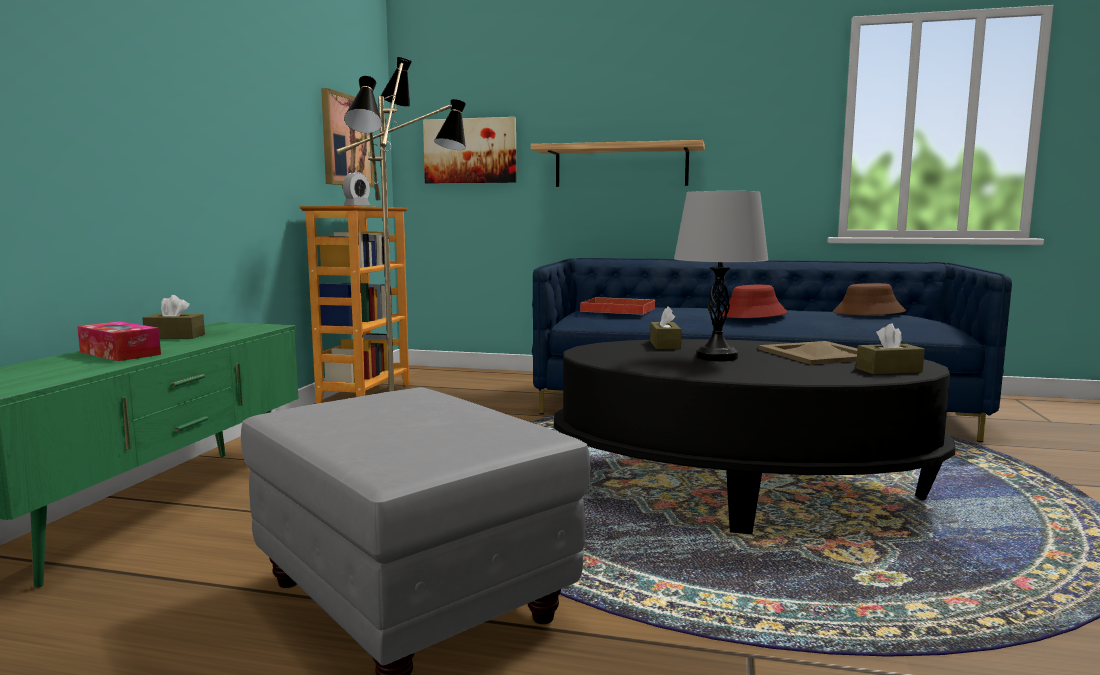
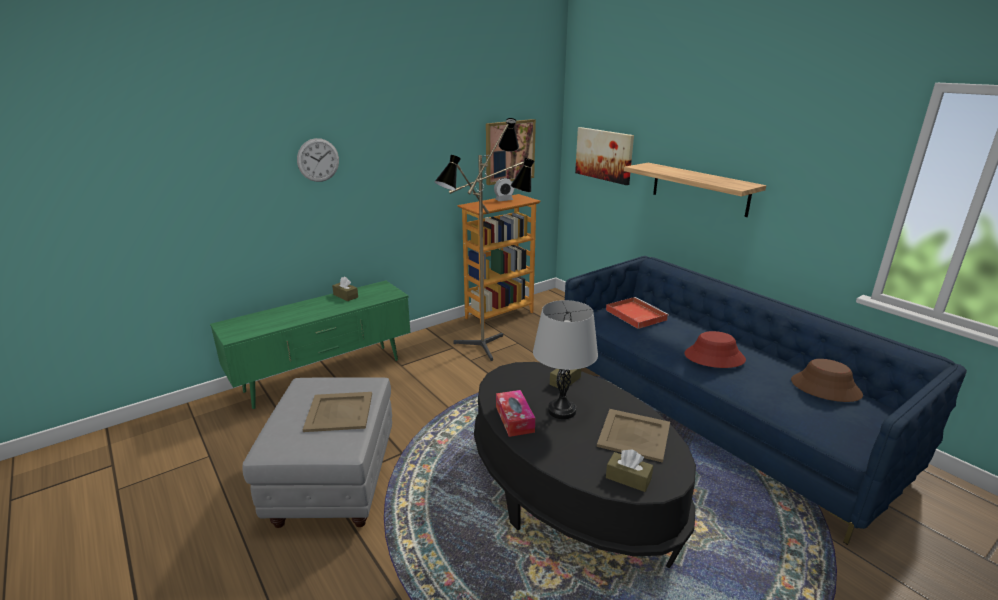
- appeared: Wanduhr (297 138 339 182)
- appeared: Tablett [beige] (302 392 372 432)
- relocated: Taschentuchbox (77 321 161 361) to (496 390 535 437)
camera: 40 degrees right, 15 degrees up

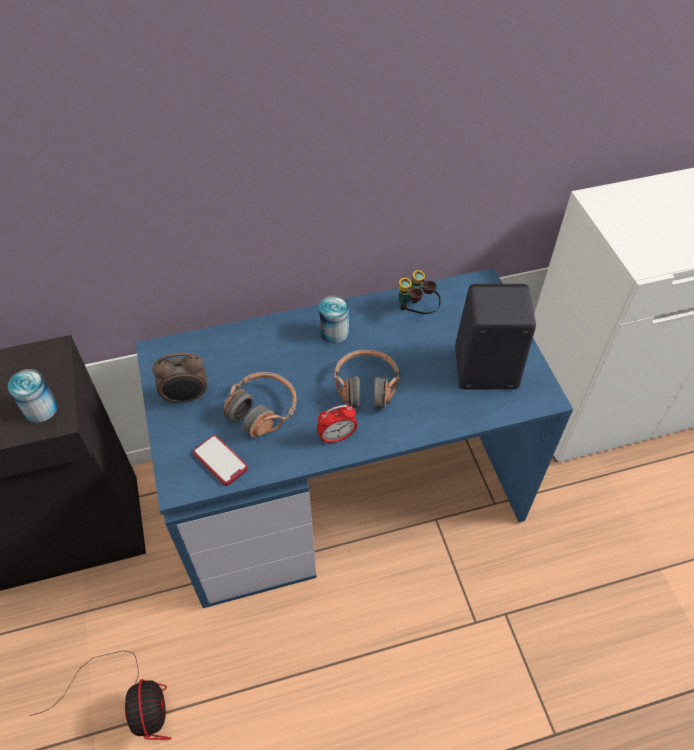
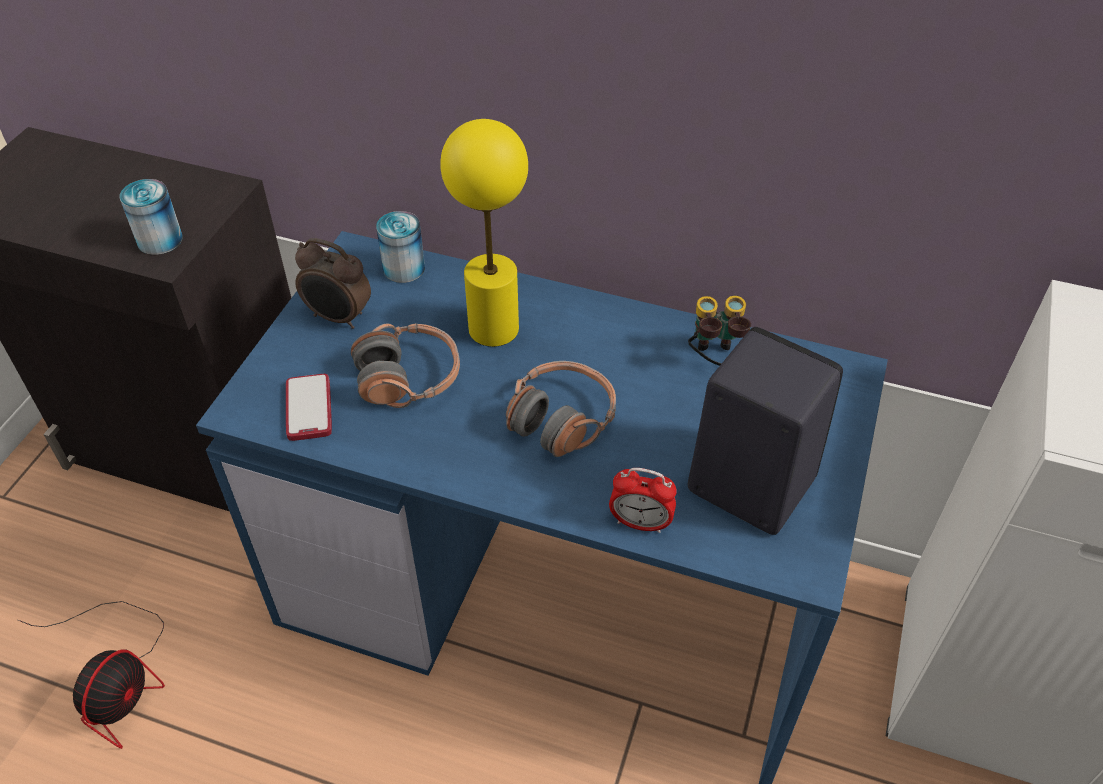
- relocated: Dose (319 296 349 343) to (376 211 425 283)
- appeared: Tischlampe [gelb] (440 119 528 347)
- relocated: Wecker (317 405 357 444) to (609 468 677 533)
camera: 35 degrees right, 5 degrees down

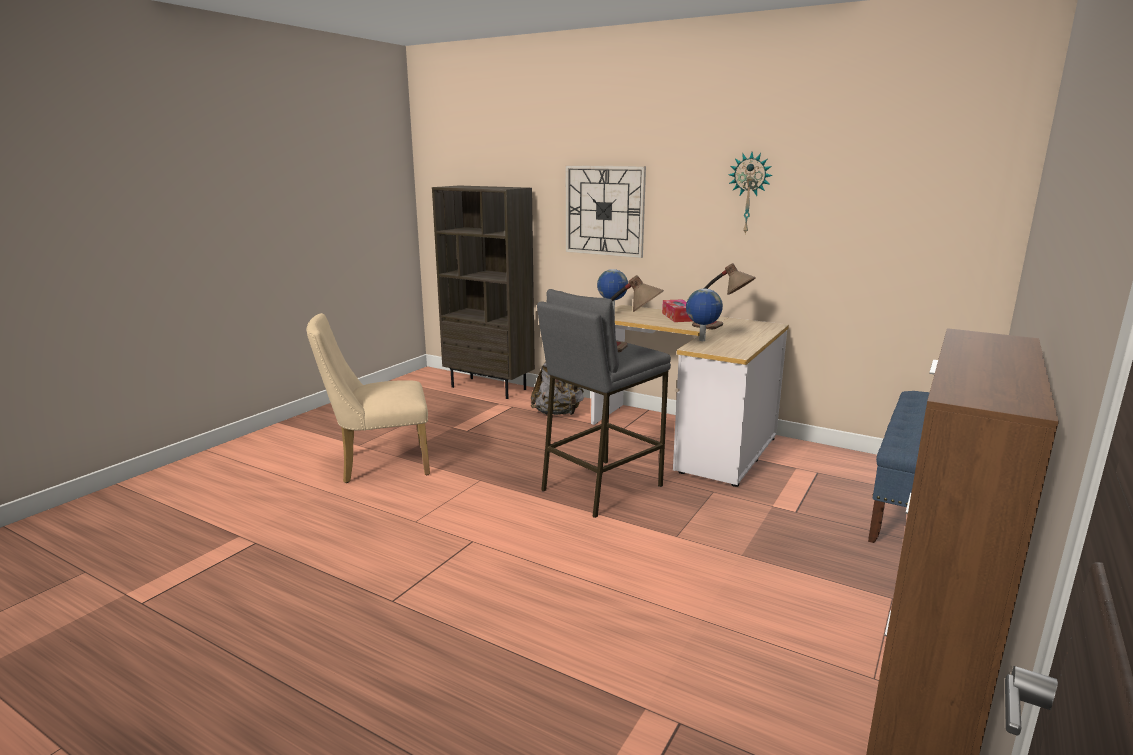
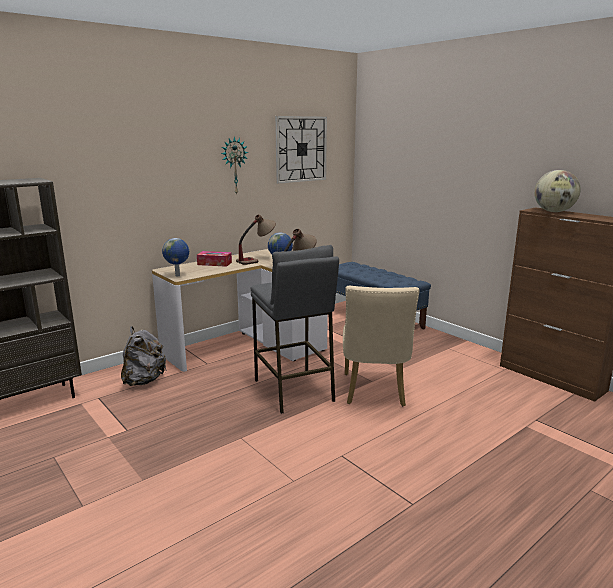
- relocated: Wanduhr (566 165 646 258) to (275 116 327 184)
- relocated: Stuhl [beige] (306 313 430 483) to (343 286 420 406)
- appeared: Globus (534 170 581 212)
camera: 70 degrees left, 0 degrees up

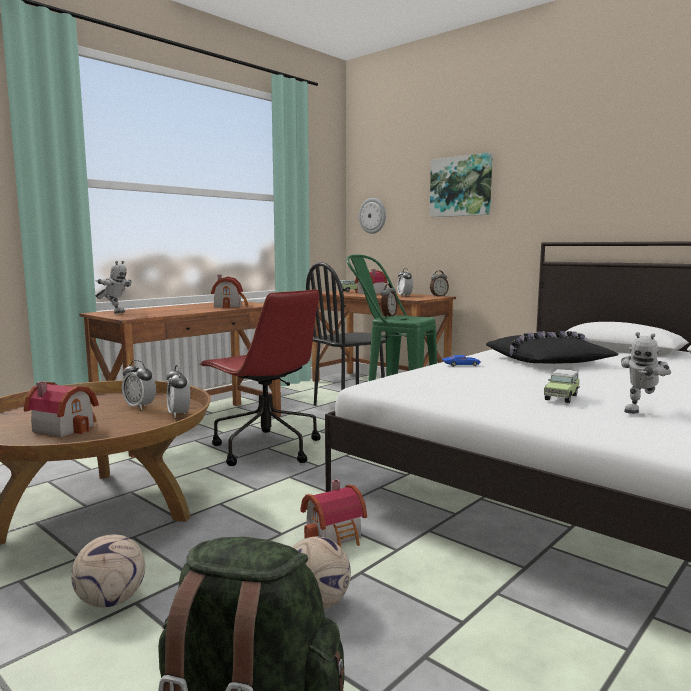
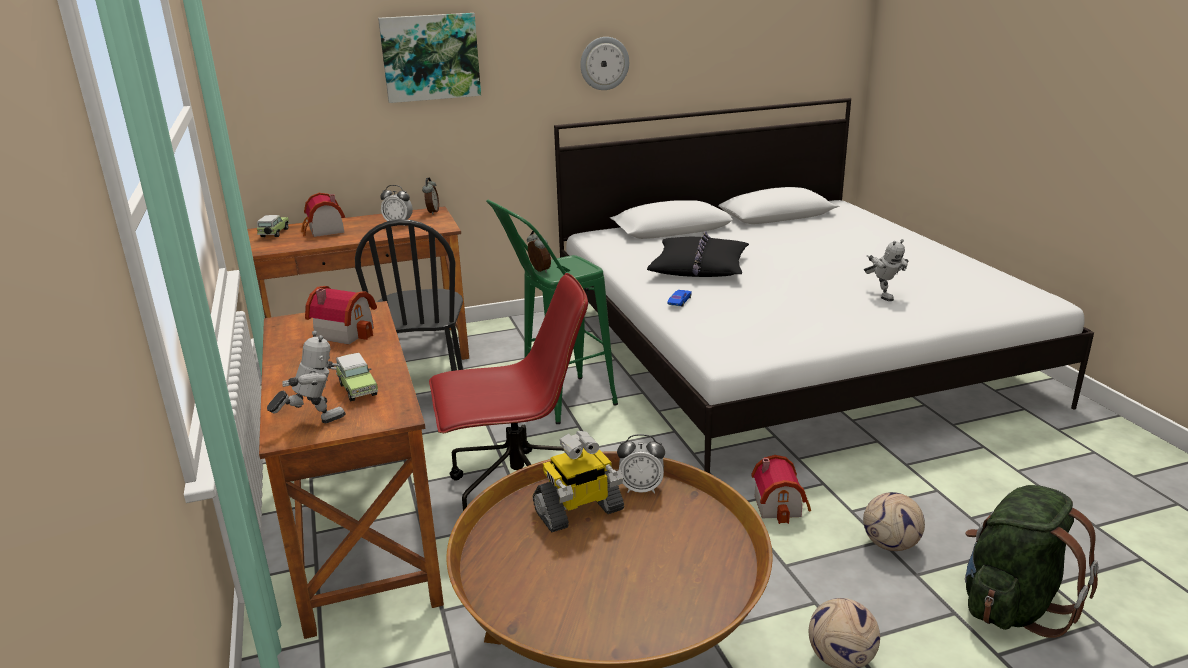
- relocated: Spielzeugauto (544 369 580 403) to (336 353 378 401)
- exchanged: Wecker (122 360 156 410) to Spielzeugroboter (533 431 624 532)
- relocated: Wanduhr (359 198 386 234) to (580 37 629 90)
- missing: Spielzeughaus (24 381 99 437)
camera: 60 degrees left, 15 degrees up

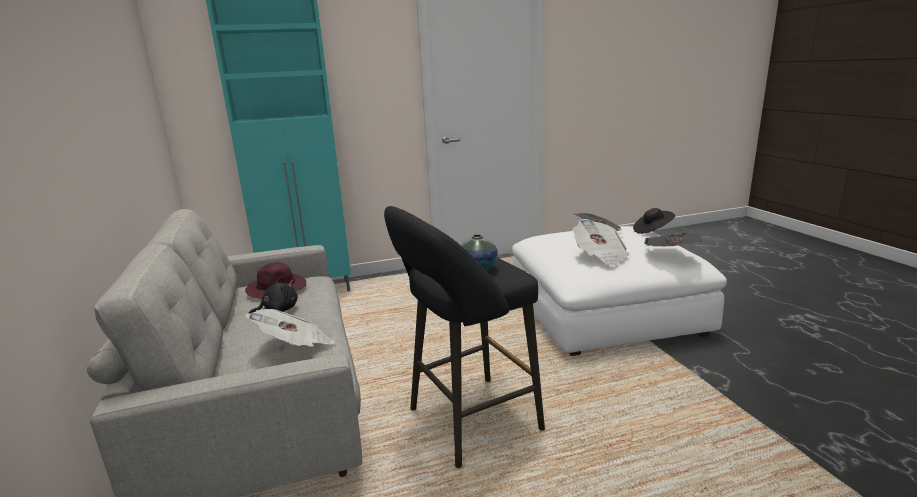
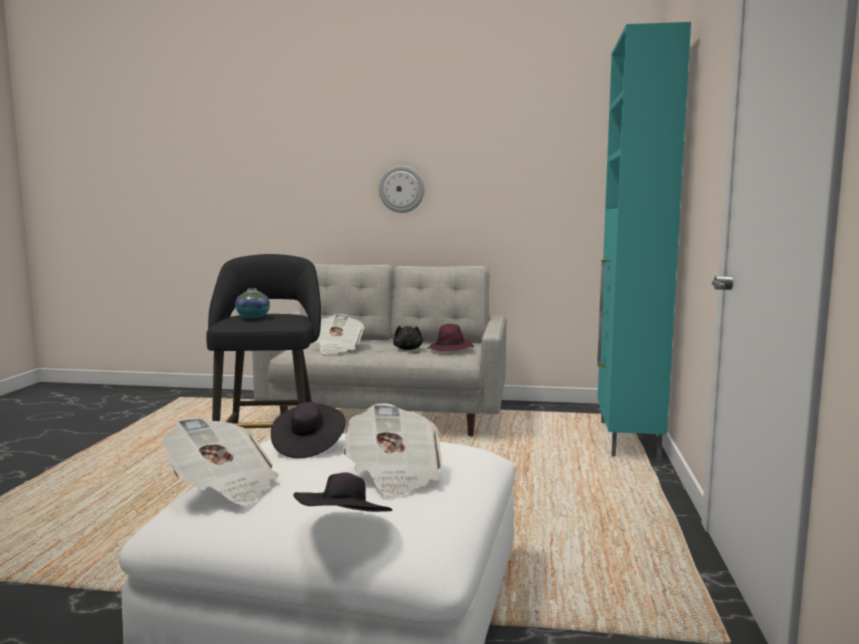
- exchanged: Zeitung (572 219 630 266) to Hut [schwarz] (271 402 346 458)
- appeared: Wanduhr (379 165 425 213)
camera: 115 degrees right, 10 degrees down

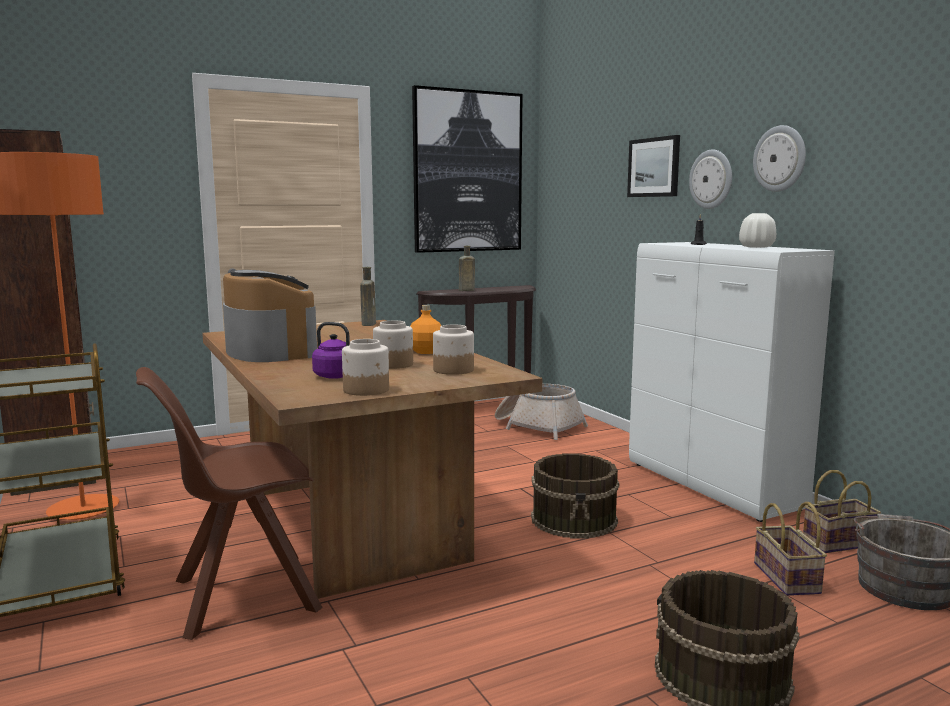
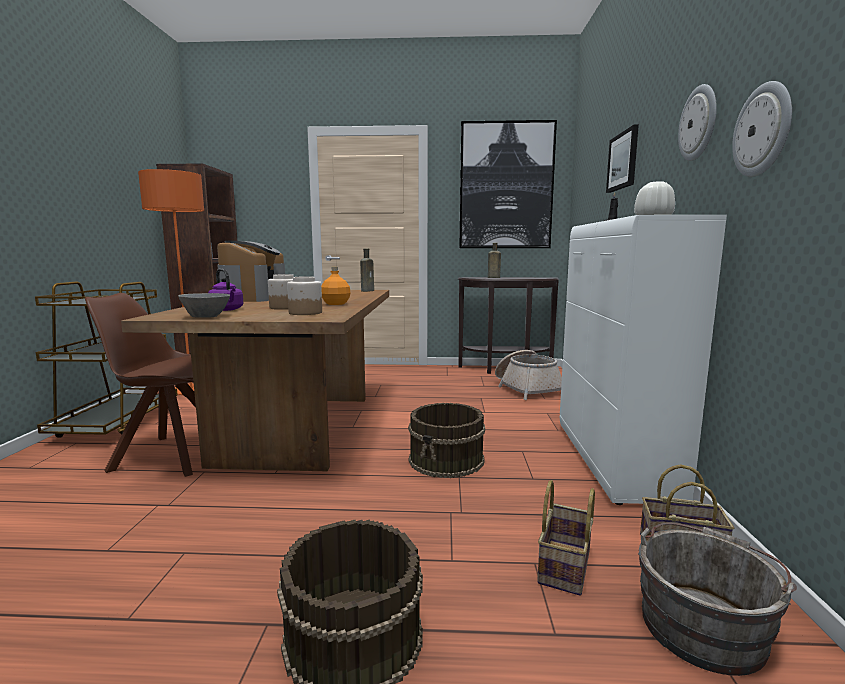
- exchanged: Vorratsglas (342 339 389 396) to Schüssel [grau] (178 293 230 318)
- relocated: Wanduhr (689 150 732 209) to (732 81 792 177)
camera: 30 degrees right, 0 degrees up

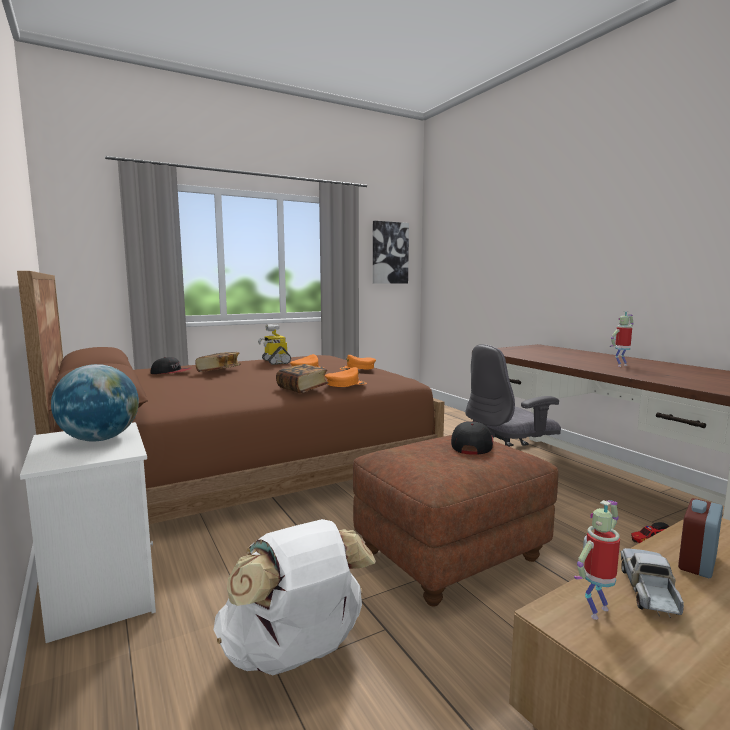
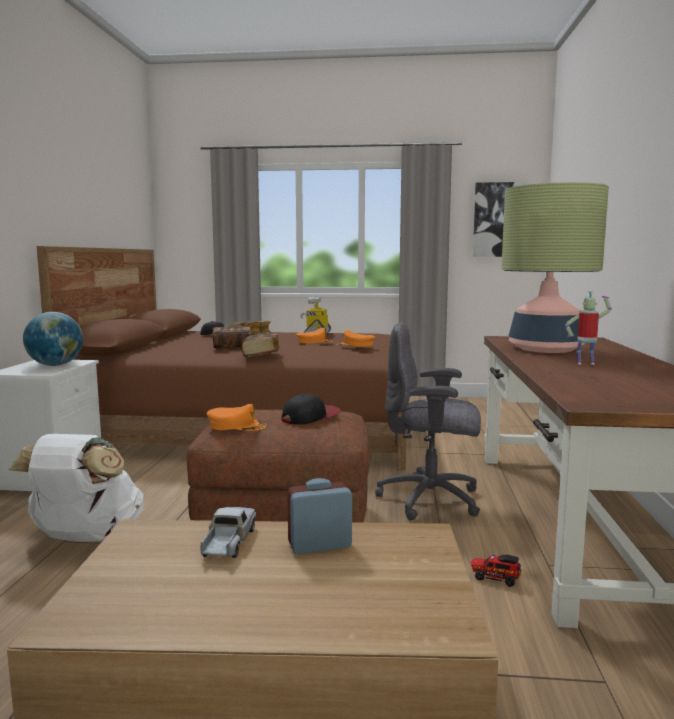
- spun: Spielzeuglaster (621 548 684 618) = (200 507 256 560) 45 degrees counterclockwise
- relocated: Kappe [orange] (325 367 367 387) to (207 404 266 431)
- appeared: Buch (212 326 251 349)
- appeared: Tischlampe (501 182 609 353)
- missing: Spielzeugroboter (574 500 620 620)
camera: 35 degrees right, 0 degrees up

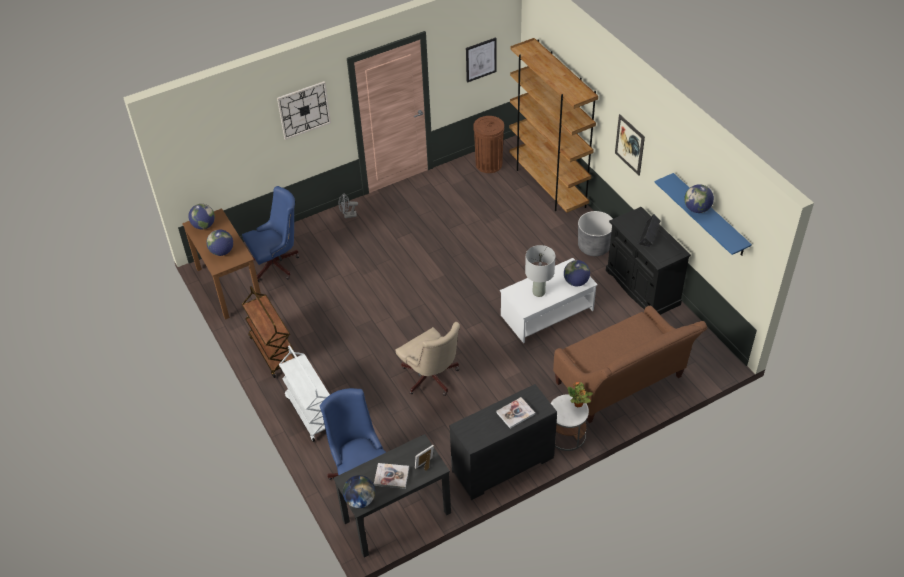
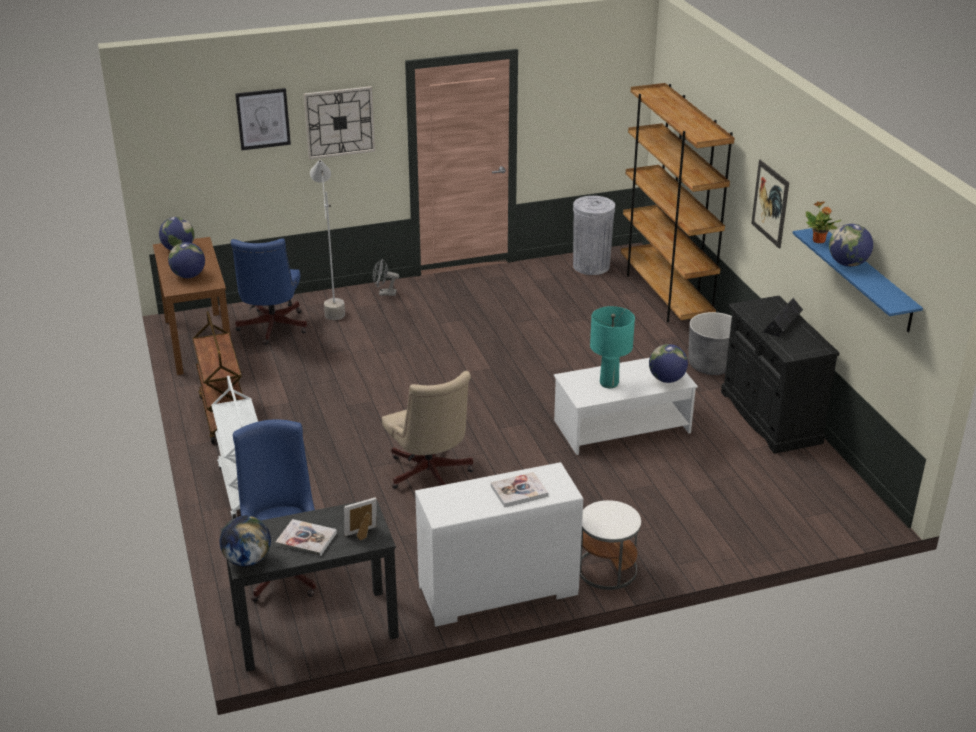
- spun: Bürostuhl [blau] (242 186 300 282) = (231 238 307 345) 105 degrees clockwise
- relocated: Bild (466 37 497 83) to (235 88 291 150)
- appeared: Stehlampe [grau] (310 159 345 320)
- colour: Kommode [schwarz] (449 384 557 500) to Kommode [weiß] (415 462 583 627)
- colour: Mülleimer [braun] (473 116 504 173) to Mülleimer [grau] (573 196 615 275)
- colour: Tischlampe [grau] (525 245 555 297) to Tischlampe [türkis] (590 306 635 388)
- relocated: Topfpflanze (568 382 593 407) to (806 202 841 243)
- missing: Sofa [braun] (553 306 707 423)
camera: 10 degrees right, 15 degrees down

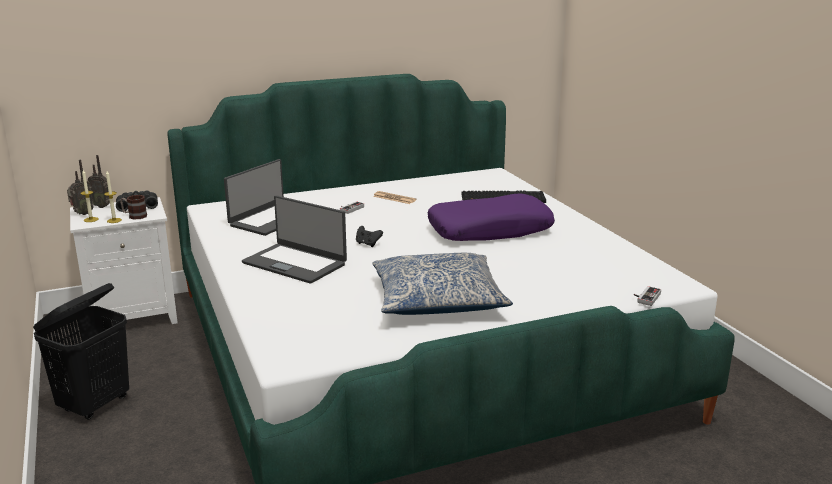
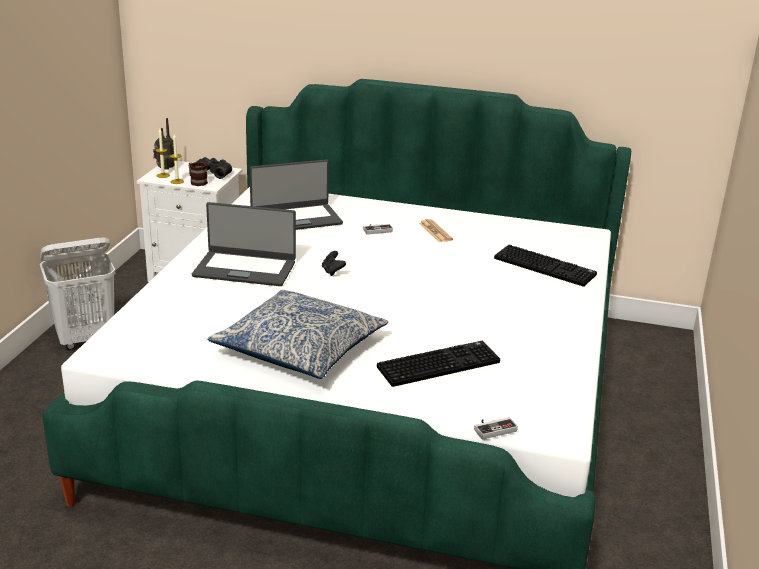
- colour: Wäschekorb [schwarz] (33 283 129 420) to Wäschekorb [weiß] (40 238 115 350)
- spun: Laptop (242 195 347 284) = (192 202 296 286) 60 degrees counterclockwise
- appeared: Tastatur (377 341 500 387)
- missing: Radio (88 155 110 208)
- missing: Kissen [lila] (428 193 555 241)
camera: 35 degrees right, 5 degrees up

